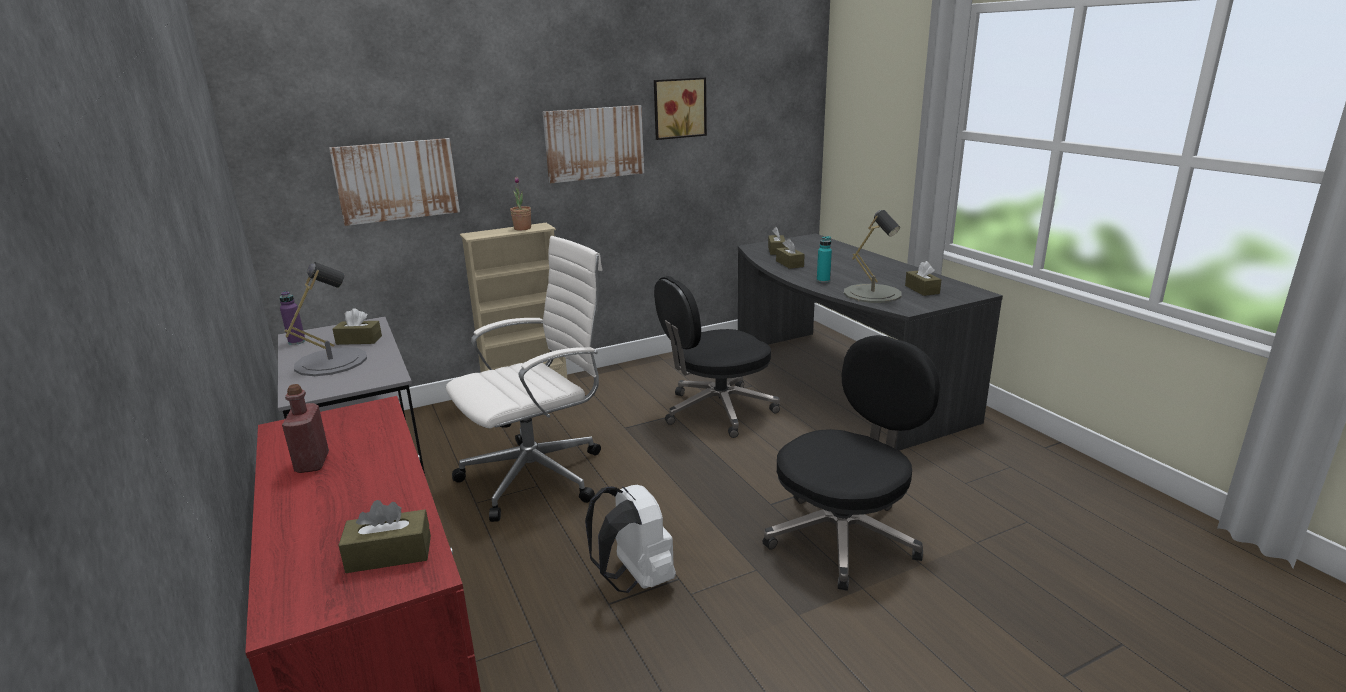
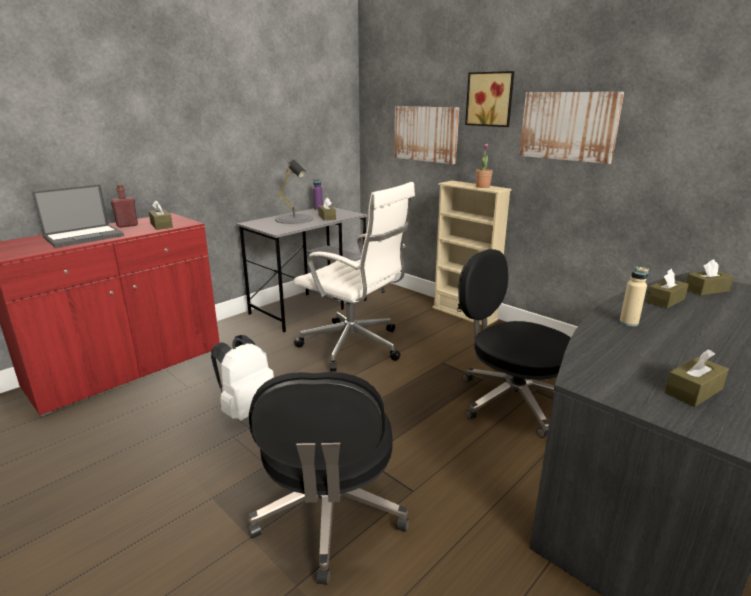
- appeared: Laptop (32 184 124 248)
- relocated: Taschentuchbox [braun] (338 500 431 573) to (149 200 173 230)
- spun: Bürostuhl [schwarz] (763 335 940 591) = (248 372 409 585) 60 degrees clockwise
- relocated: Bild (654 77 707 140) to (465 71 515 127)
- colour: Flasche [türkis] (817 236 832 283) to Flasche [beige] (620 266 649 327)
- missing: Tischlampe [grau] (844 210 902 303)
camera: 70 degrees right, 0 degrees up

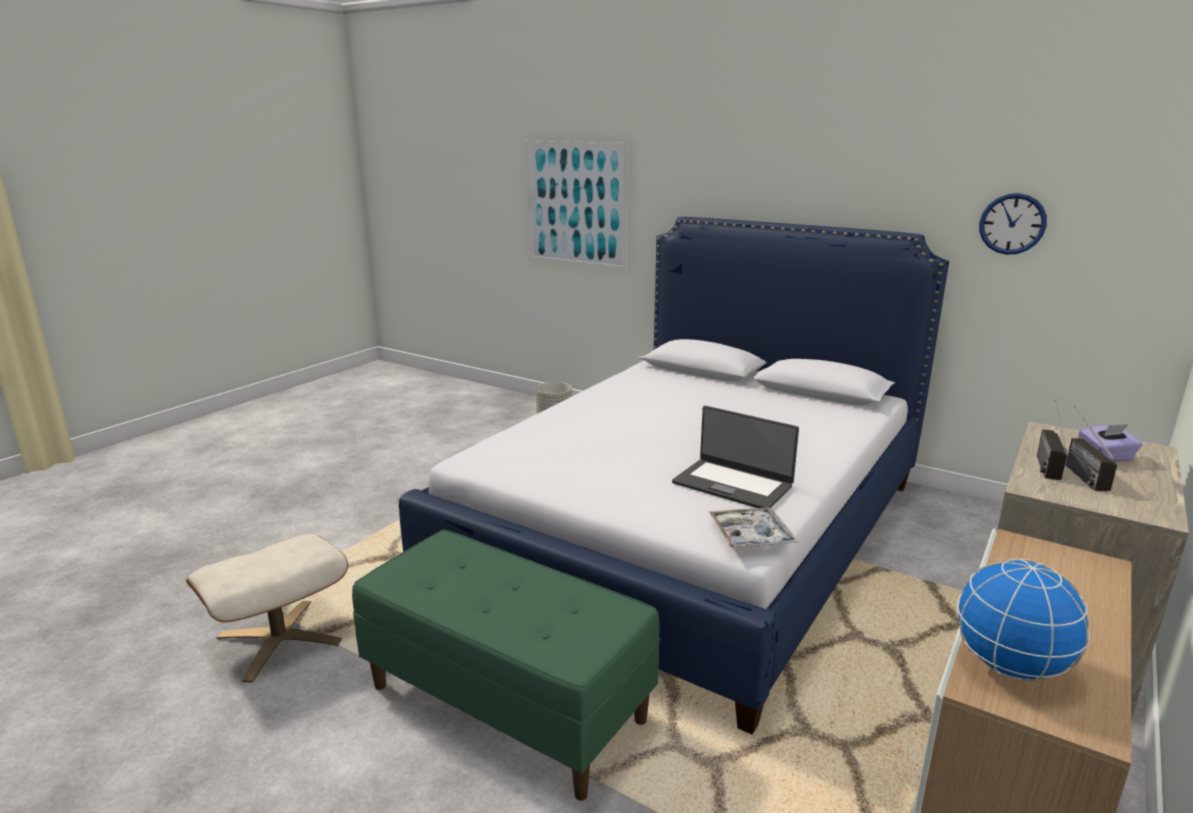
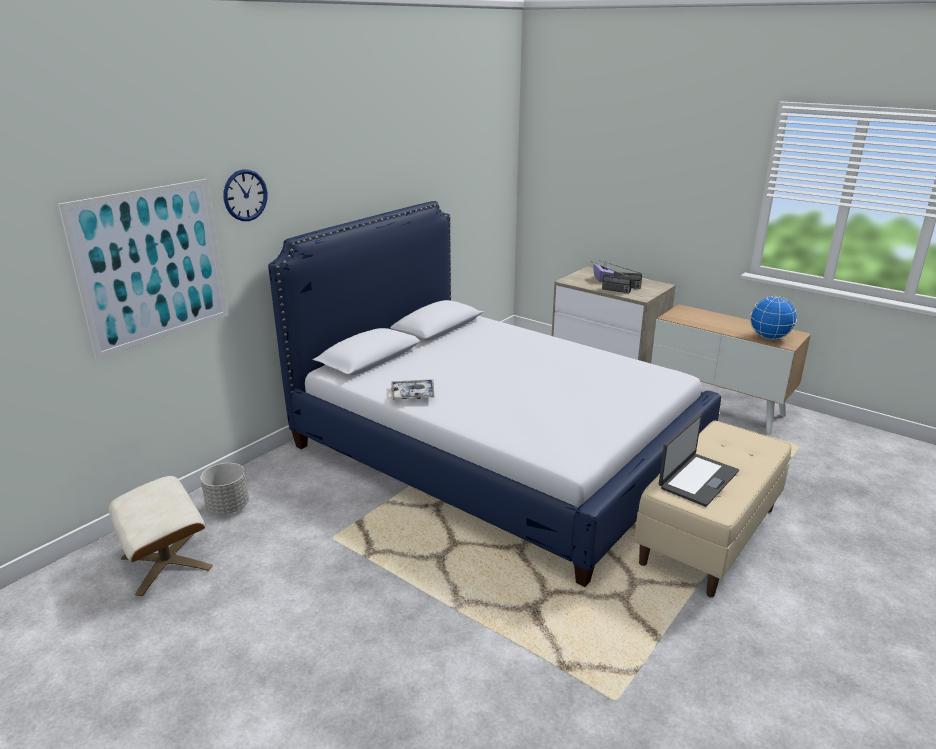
- relocated: Polsterhocker [beige] (186 534 348 683) to (109 476 212 596)
- relocated: Wanduhr (979 193 1047 255) to (224 169 267 221)
- relocated: Tablett (708 508 799 548) to (390 379 434 399)
- colour: Bank [grün] (352 530 660 801) to Bank [beige] (634 420 791 597)
- relocated: Laptop (672 406 799 508) to (659 414 739 507)
camera: 85 degrees left, 5 degrees up

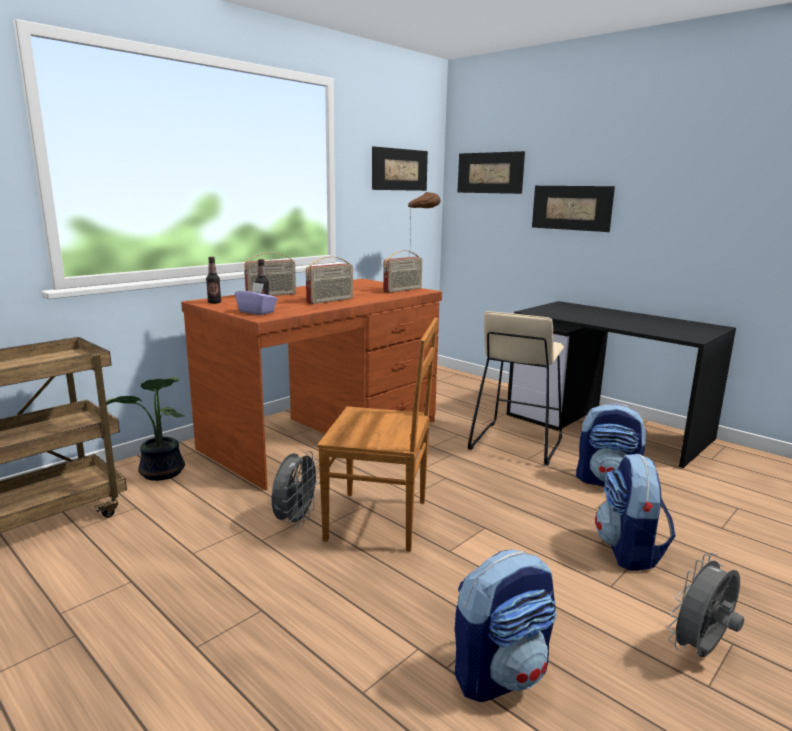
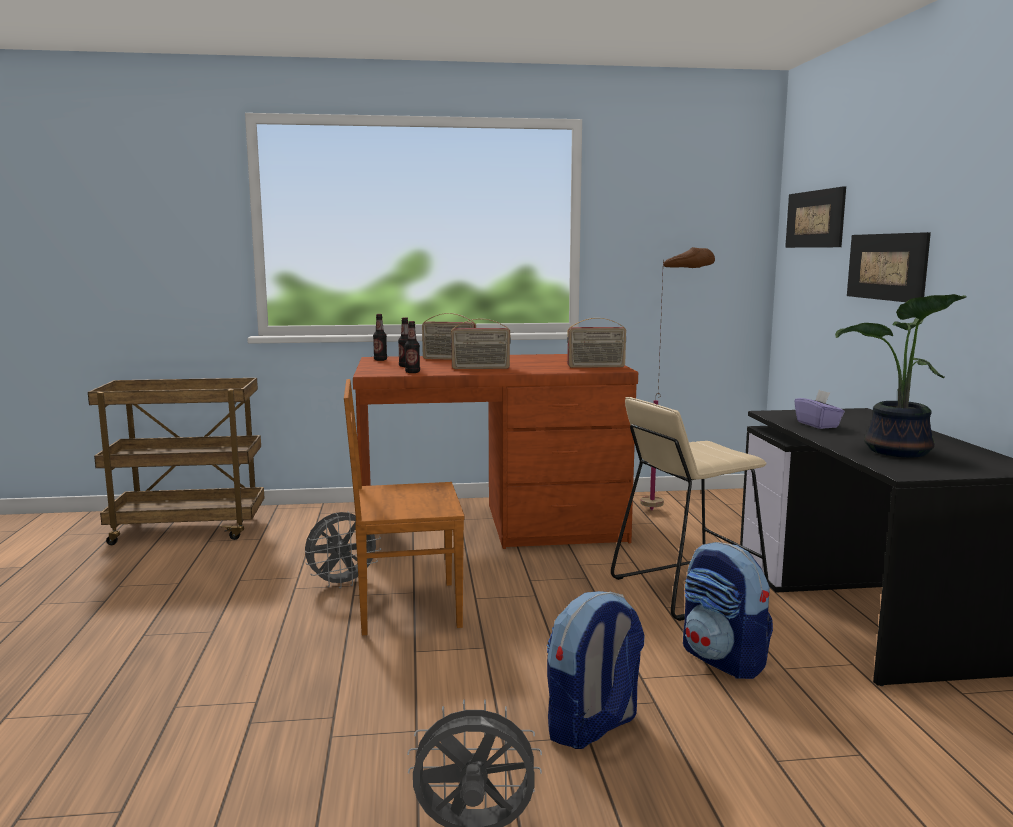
- spun: Stuhl [braun] (317 318 438 552) = (344 379 465 635) 120 degrees clockwise
- appeared: Flasche (405 321 420 373)
- relocated: Taschentuchbox [lila] (235 282 277 315) to (795 390 845 429)
- relocated: Topfpflanze (106 376 185 481) to (835 294 967 457)
- missing: Bild (372 146 428 191)
- missing: Rucksack (455 549 556 702)
camera: 40 degrees right, 5 degrees down

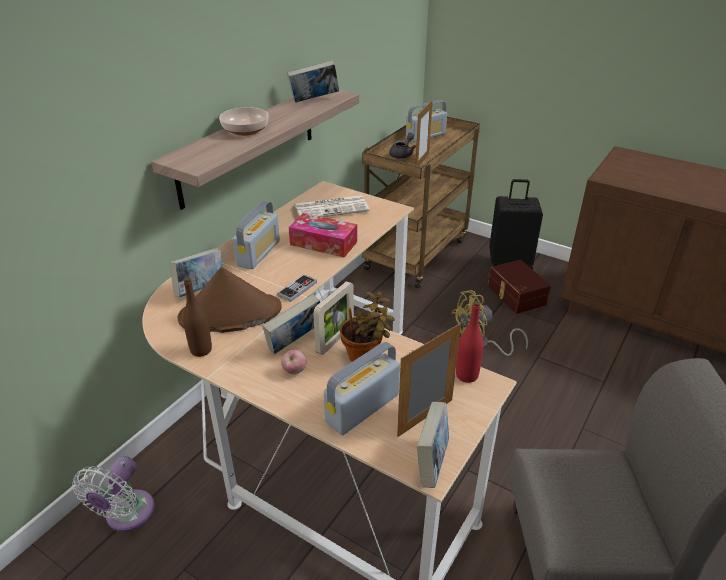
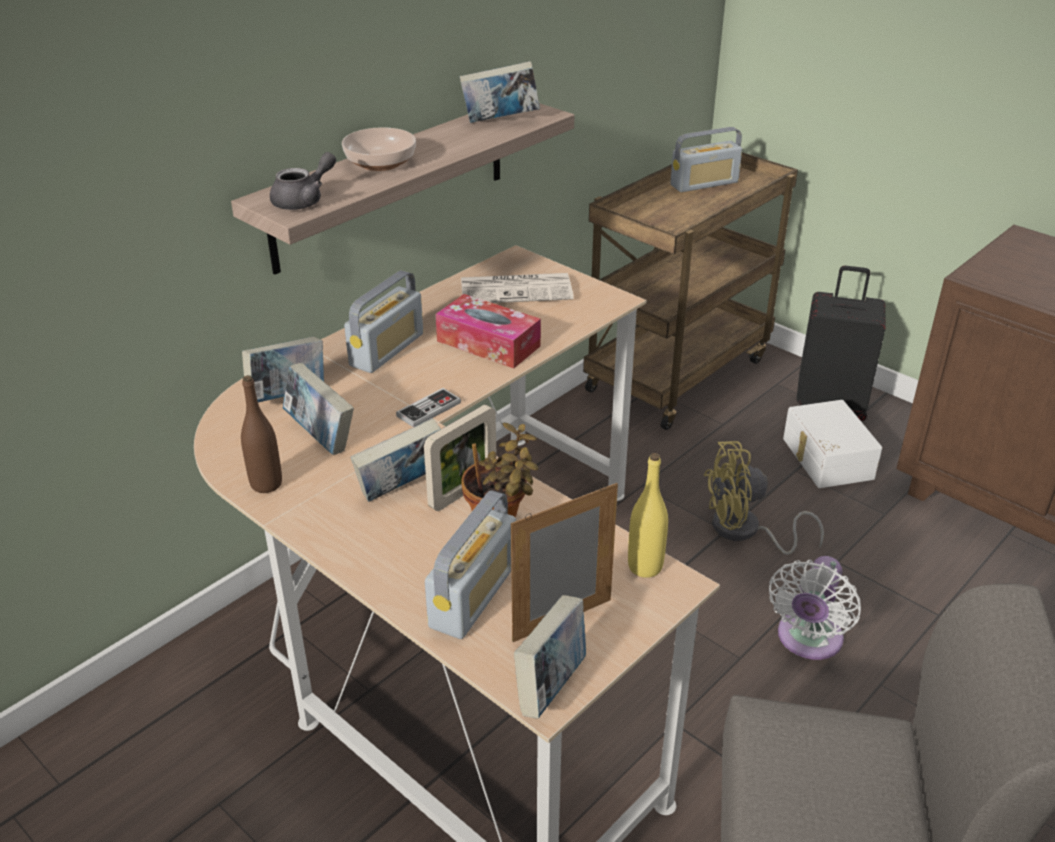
- relocated: Teekanne [grau] (389 133 416 159) to (270 152 336 210)
- exchanged: Hut [braun] (177 267 282 333) to Buch (283 363 354 455)
- spun: Radio (324 342 400 435) = (425 490 516 639) 150 degrees clockwise
- colour: Flasche [rot] (456 301 483 383) to Flasche [gelb] (628 453 668 578)
- relocated: Ventilator [weiß] (72 456 155 532) to (769 556 861 660)
- colour: Aufbewahrungsbox [braun] (488 260 551 314) to Aufbewahrungsbox [weiß] (783 400 882 488)
- missing: Apfel (281 350 307 374)
- missing: Bilderrahmen (415 100 433 166)
camera: 10 degrees right, 0 degrees up

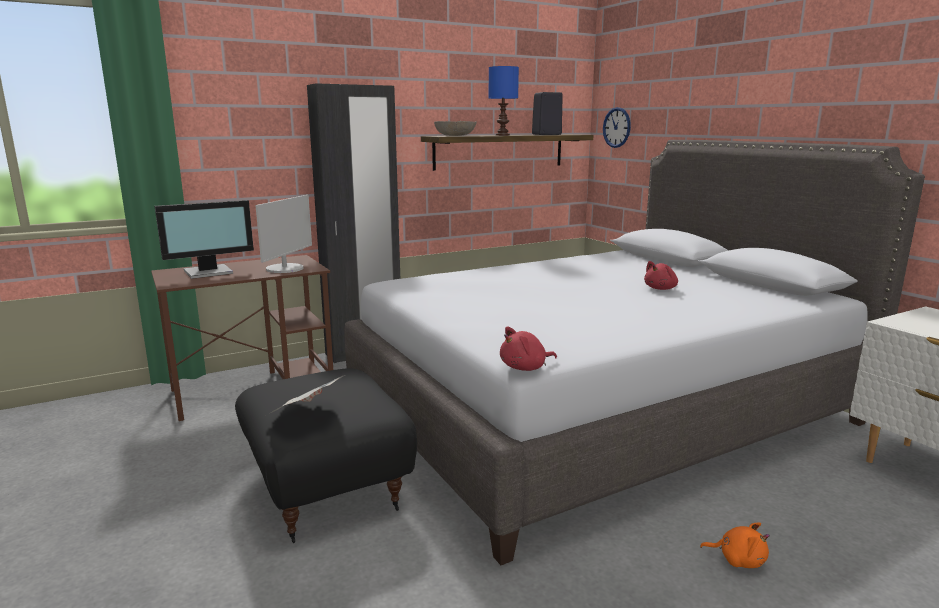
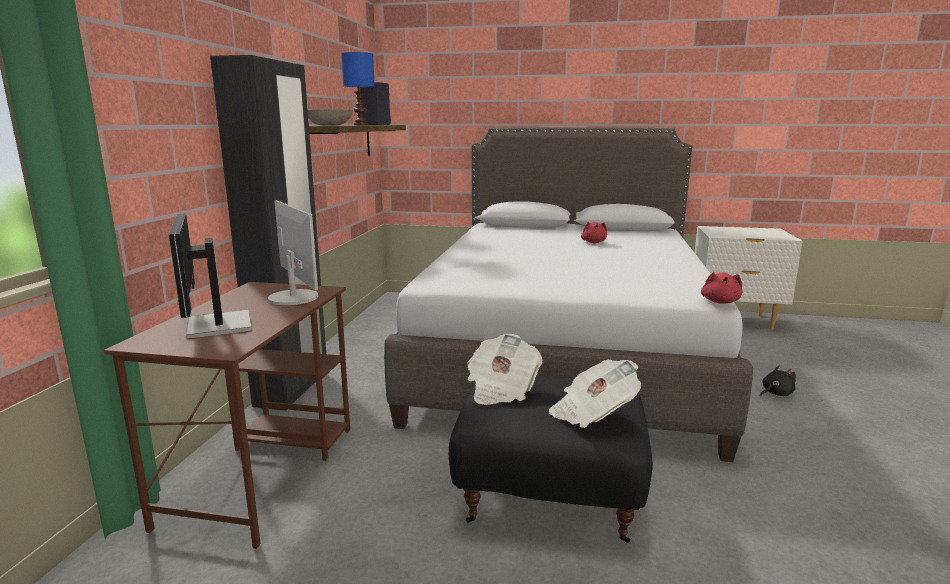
- spun: Monitor (155 200 254 279) = (168 214 252 339) 150 degrees clockwise
- appeared: Zeitung (467 334 542 405)
- colour: Plüschtier [orange] (700 522 770 568) to Plüschtier [schwarz] (760 365 796 396)
- missing: Wanduhr (603 107 631 148)
camera: 50 degrees left, 0 degrees up

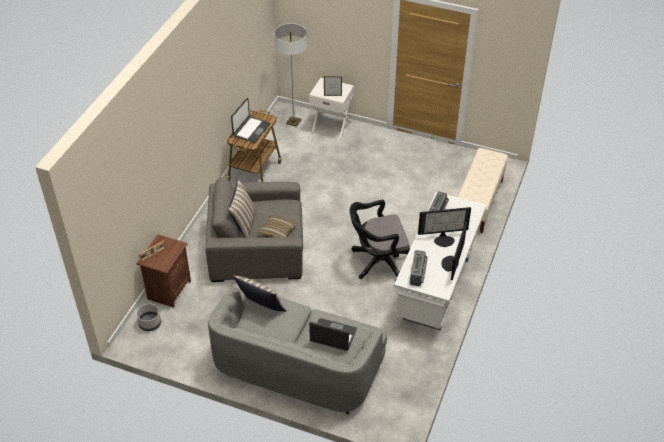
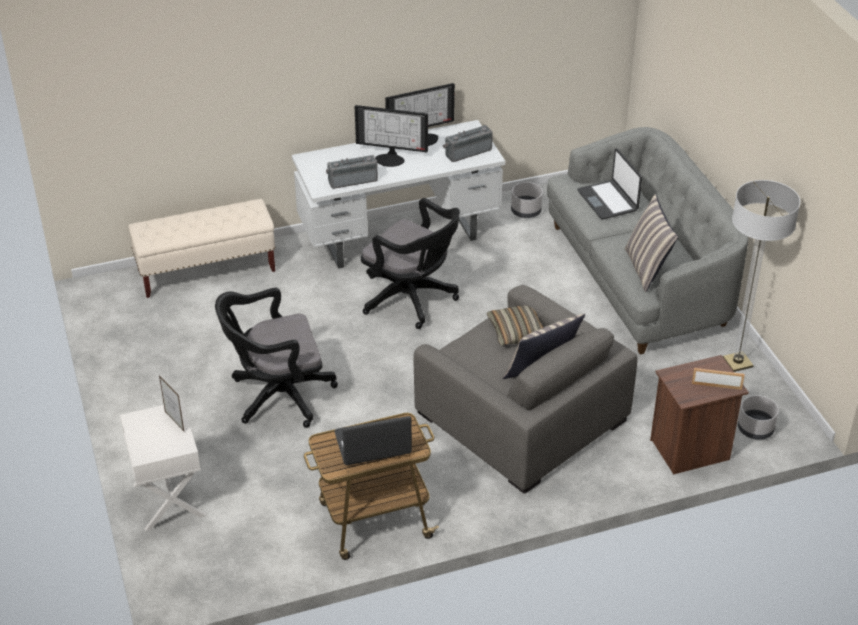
- appeared: Bürostuhl [schwarz] (215 288 338 428)
- spun: Monitor (418 207 471 247) = (355 105 428 167) 150 degrees clockwise
- appeared: Pflanzkübel [grau] (511 182 543 218)
- relocated: Stehlampe (274 23 307 127) to (723 180 800 372)
camera: 130 degrees left, 5 degrees down

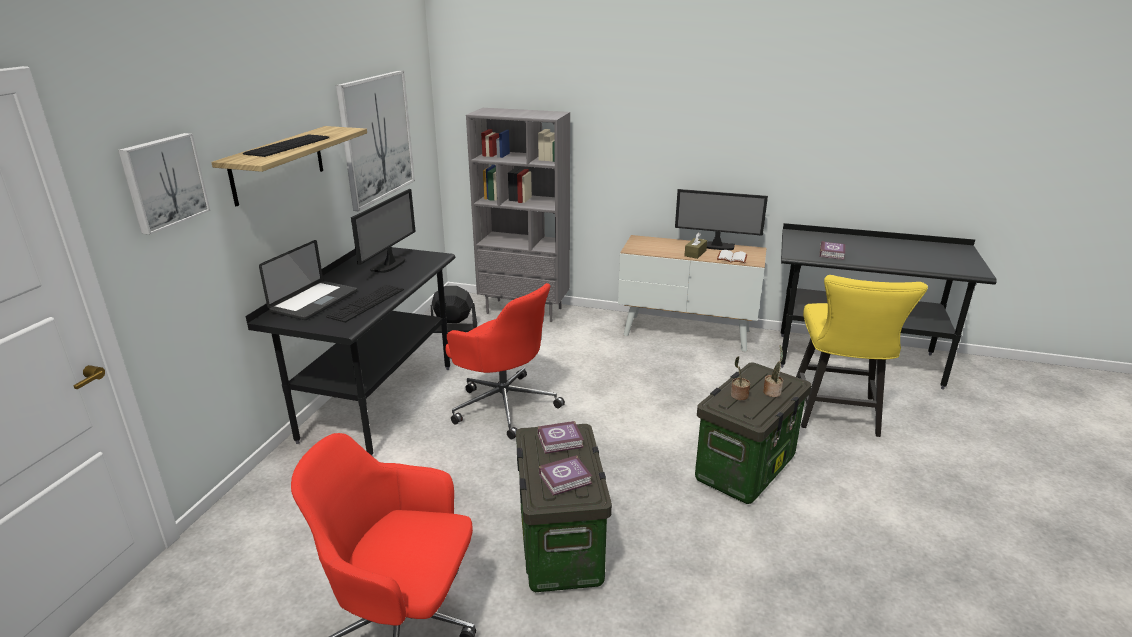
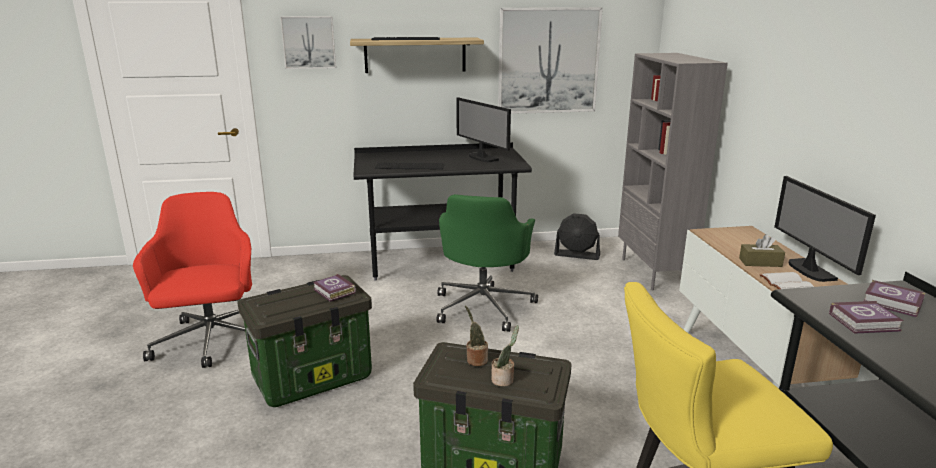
- colour: Bürostuhl [rot] (445 283 565 440) to Bürostuhl [grün] (437 194 538 332)
- spun: Monitor (351 189 416 273) = (456 97 511 162) 60 degrees clockwise
- spun: Ventilator [schwarz] (431 286 477 333) = (554 213 600 260) 135 degrees clockwise
- relocated: Buch (539 455 592 496) to (864 280 925 317)
- missing: Laptop (259 240 357 320)
camera: 65 degrees right, 5 degrees down

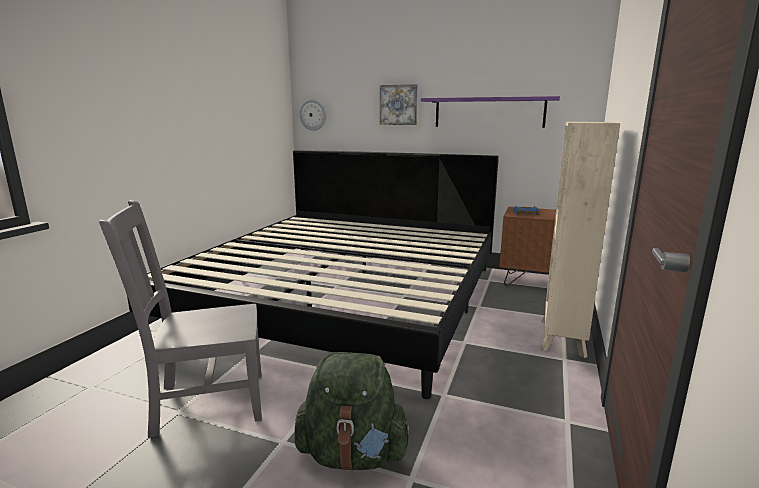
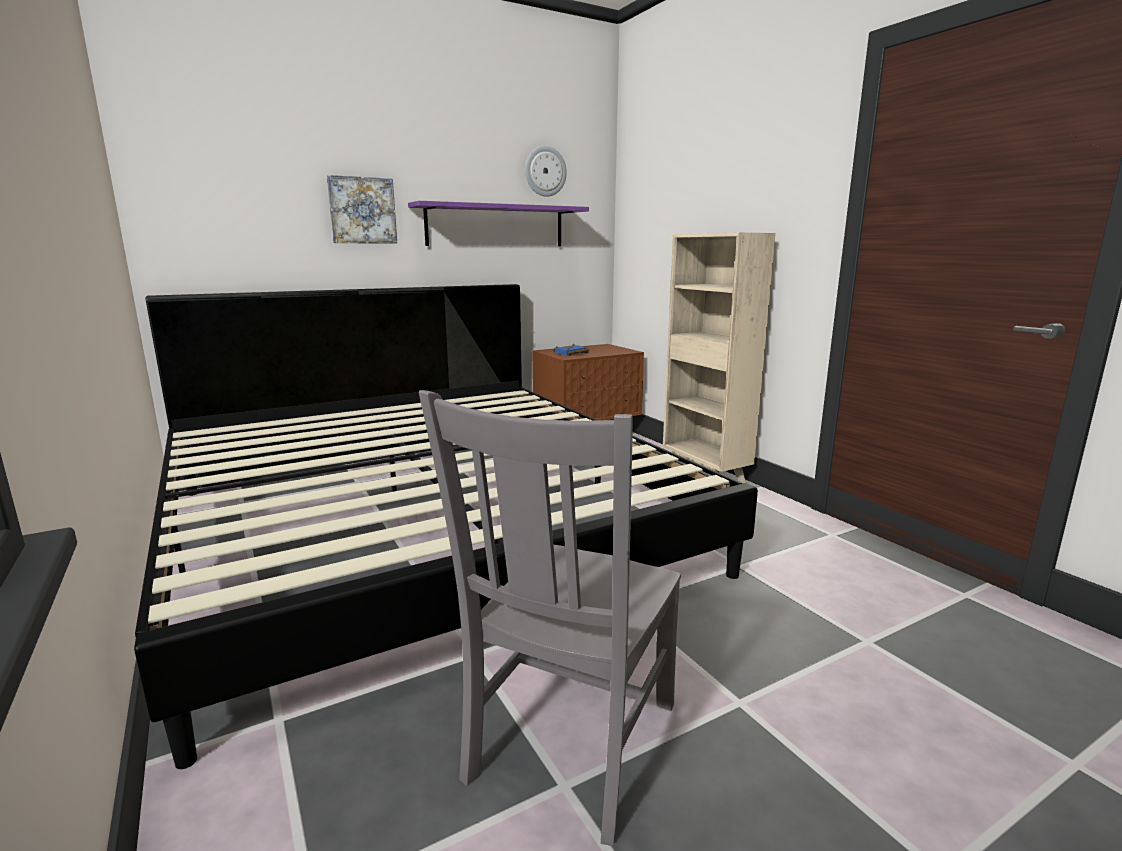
- relocated: Wanduhr (300 99 327 131) to (525 146 567 197)
- missing: Rucksack [grün] (295 352 412 471)
camera: 50 degrees left, 0 degrees up

